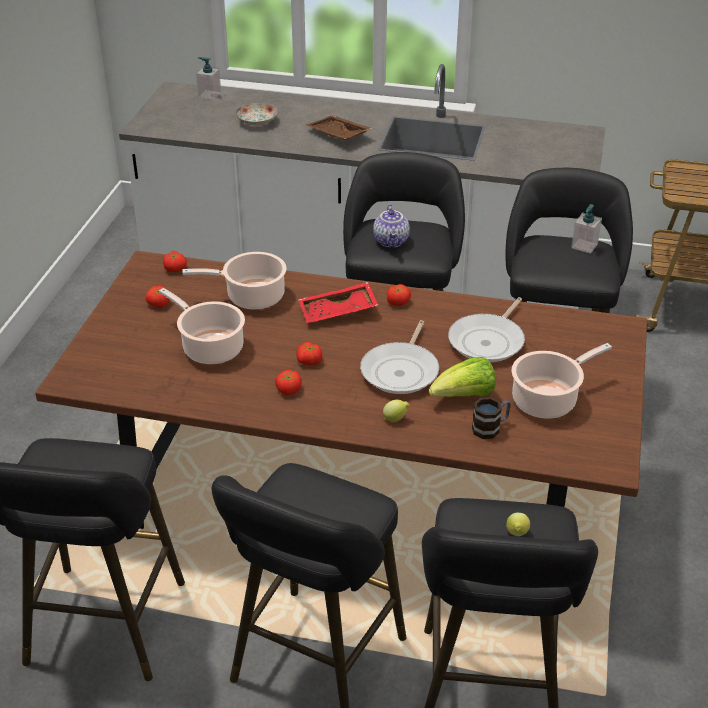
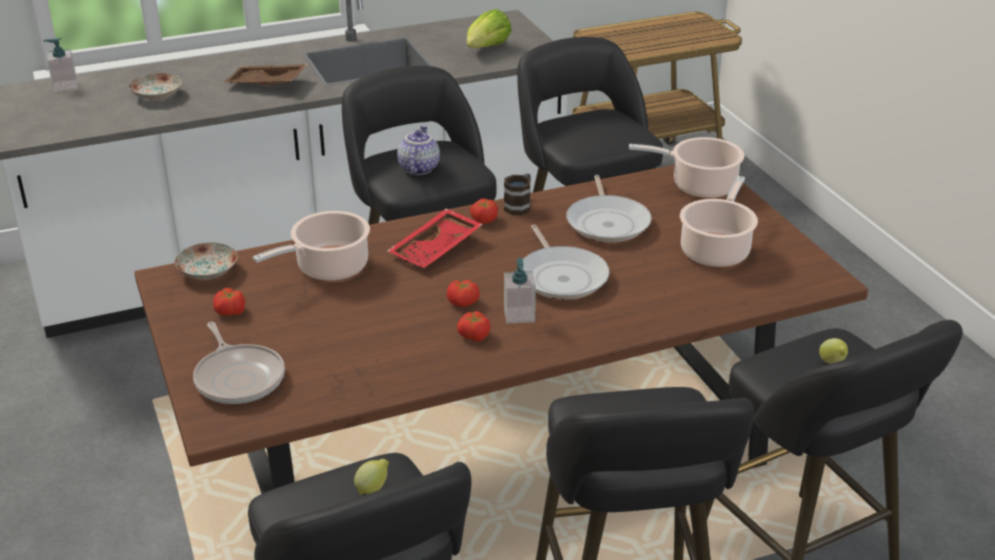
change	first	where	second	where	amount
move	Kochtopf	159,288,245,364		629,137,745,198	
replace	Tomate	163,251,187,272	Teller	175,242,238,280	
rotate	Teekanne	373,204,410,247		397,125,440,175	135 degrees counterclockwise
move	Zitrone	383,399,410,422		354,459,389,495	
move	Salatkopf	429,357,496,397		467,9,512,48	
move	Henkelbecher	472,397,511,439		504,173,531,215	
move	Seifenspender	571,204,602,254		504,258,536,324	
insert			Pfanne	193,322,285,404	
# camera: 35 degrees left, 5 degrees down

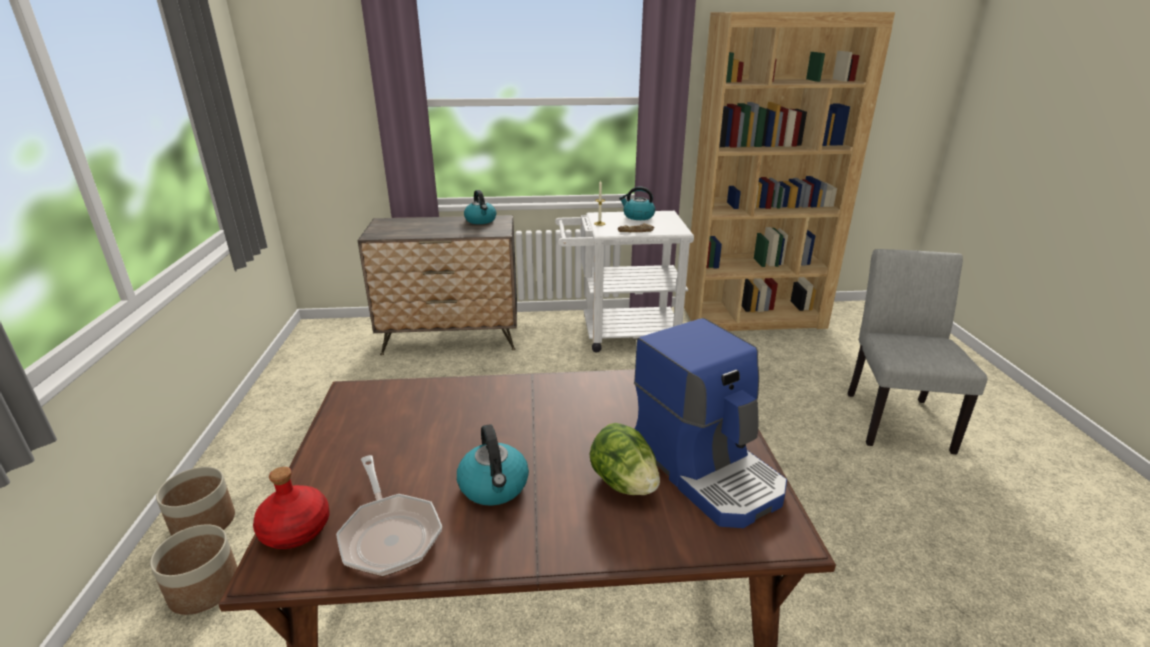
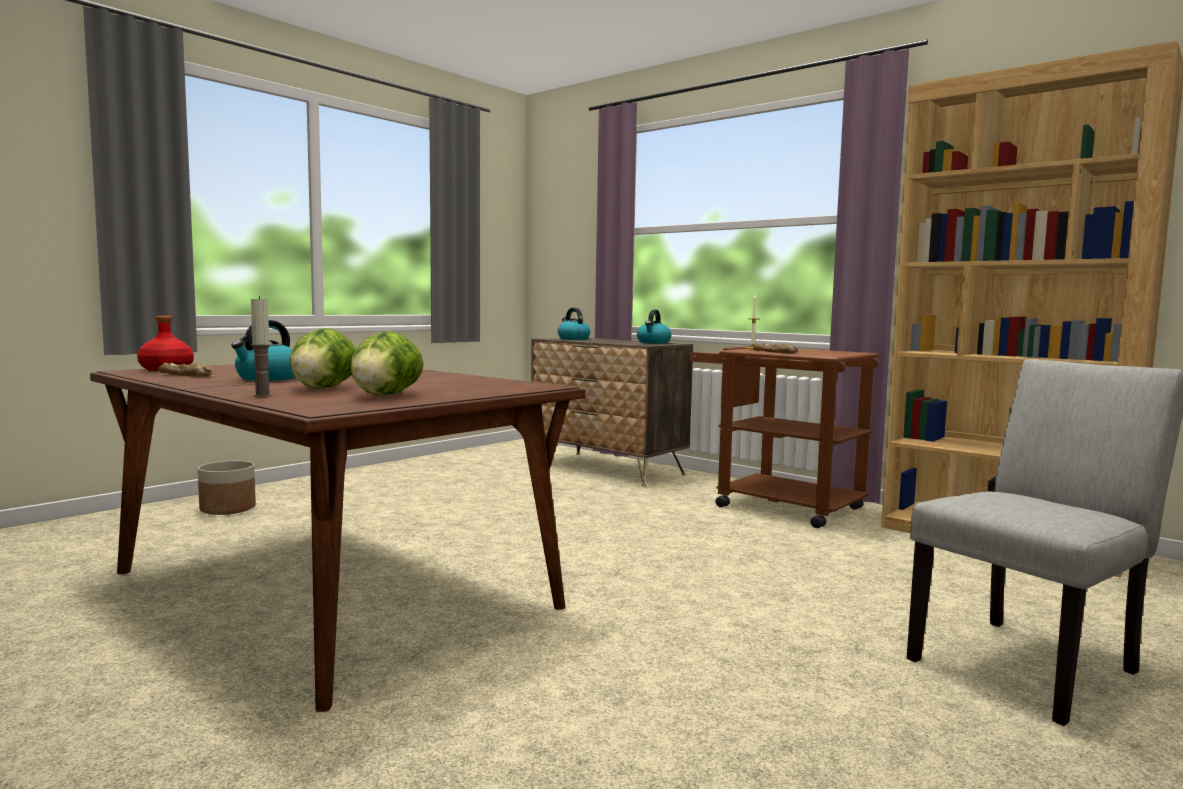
change	first	where	second	where	amount
delete	Pflanzkübel	156,467,235,536			
replace	Pfanne	336,455,442,577	Brot	158,362,213,377	
recolor	Rollwagen (weiß)	555,211,694,353	Rollwagen (braun)	689,346,879,528	
move	Wasserkessel	619,186,655,220		558,308,590,340	
replace	Kaffeemaschine	634,318,787,528	Salatkopf	350,331,424,396	
insert			Kerze	251,296,272,397	
# camera: 45 degrees right, 20 degrees down

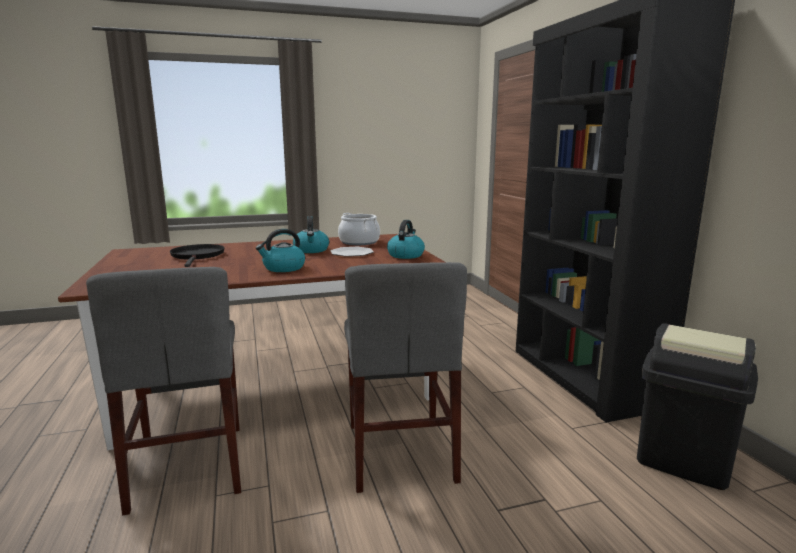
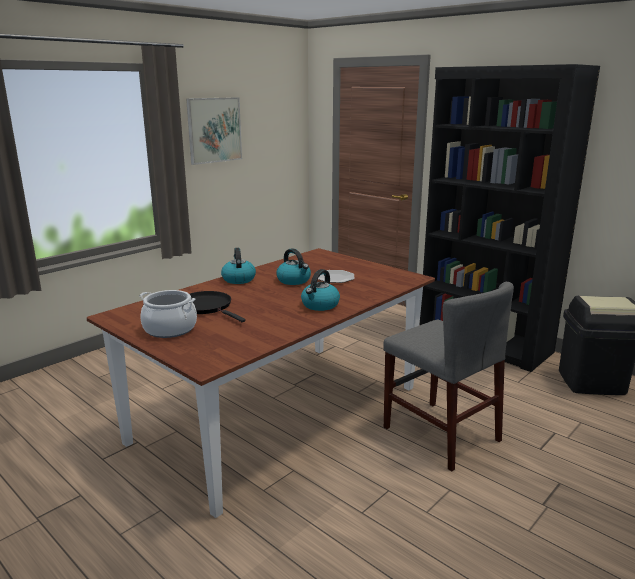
change	first	where	second	where	amount
delete	Stuhl (grau)	86,267,241,515			
move	Kochtopf	338,213,380,245		139,290,197,338	
move	Wasserkessel	387,220,425,259		221,248,256,284	
insert			Bild	186,97,242,165	
# camera: 30 degrees left, 5 degrees up

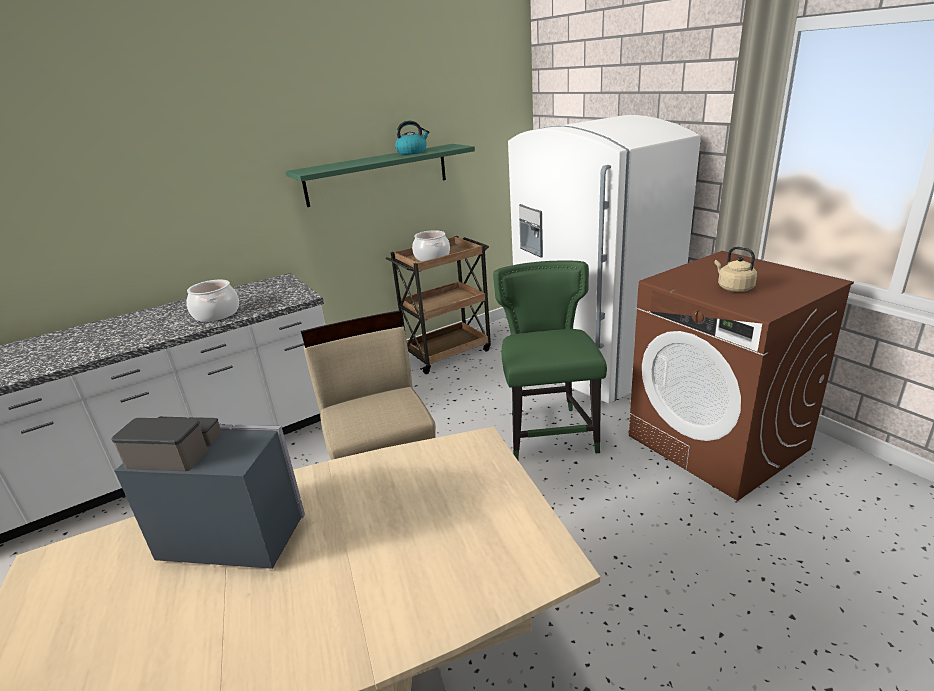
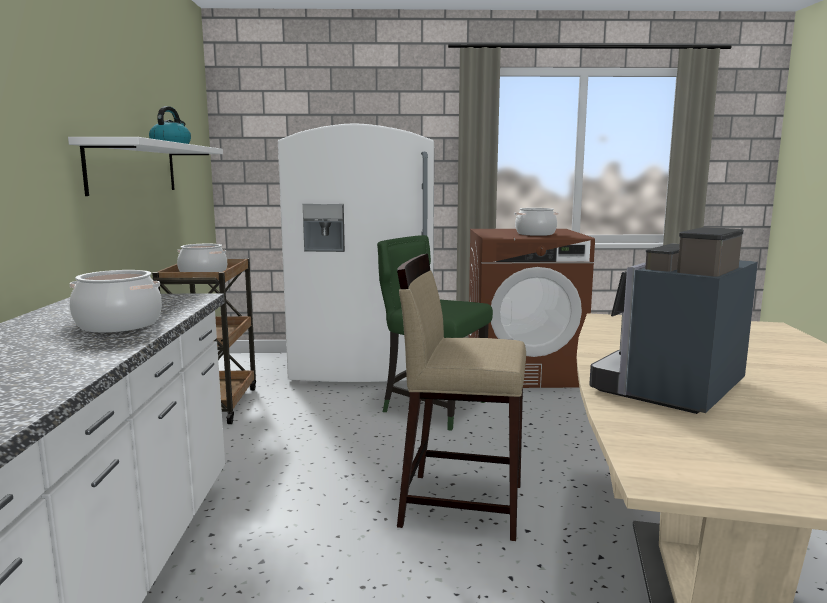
change	first	where	second	where	amount
recolor	Wandregal (grün)	285,144,475,207	Wandregal (weiß)	68,137,223,196	
replace	Wasserkessel (beige)	715,247,757,292	Kochtopf	514,208,559,236	
# camera: 60 degrees left, 15 degrees down

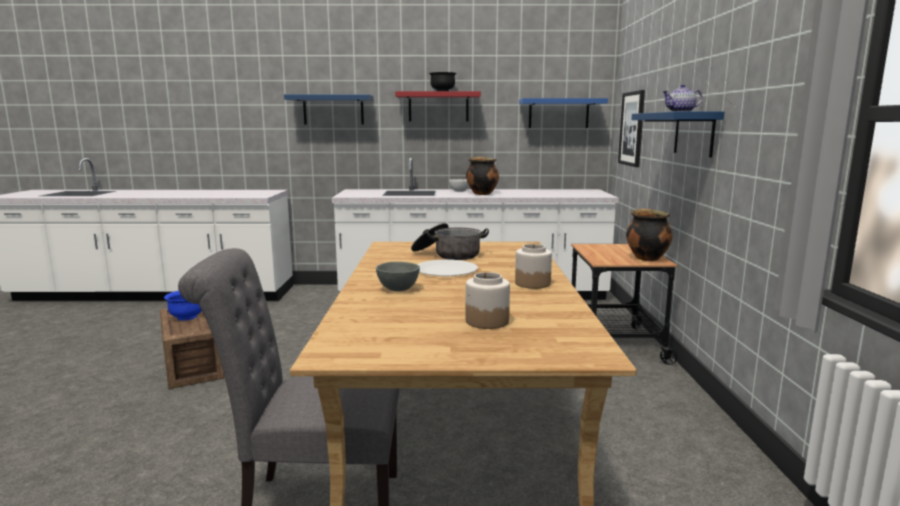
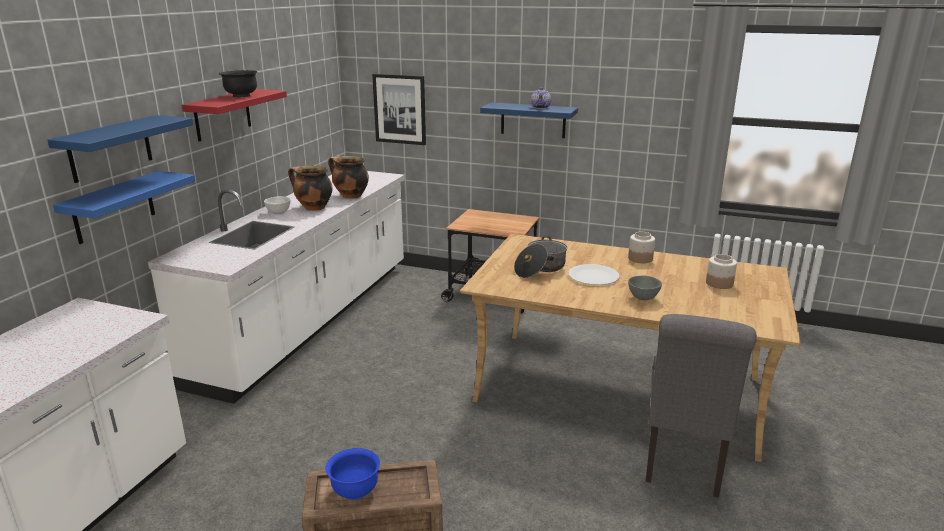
change	first	where	second	where	amount
move	Wandregal (blau)	519,98,608,128		53,171,195,244	
move	Kochtopf	626,208,672,261		328,156,369,199	
# camera: 70 degrees left, 10 degrees up

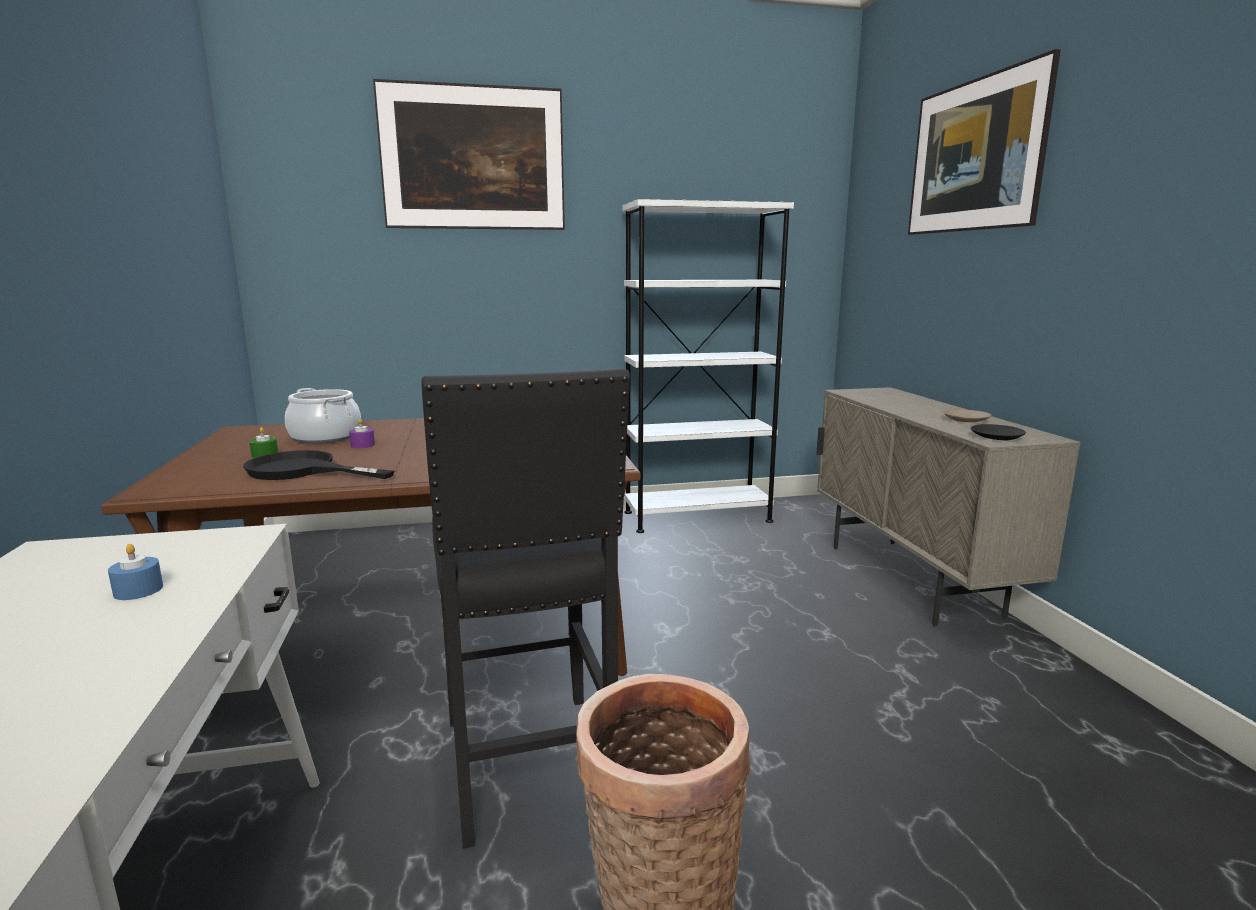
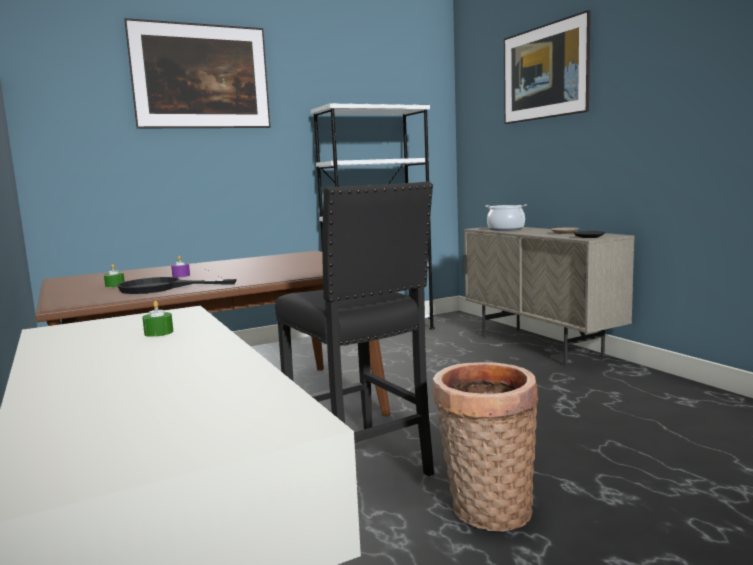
change	first	where	second	where	amount
recolor	Kerze (blau)	108,544,163,600	Kerze (grün)	142,301,173,337	
move	Kochtopf	285,388,361,444		486,204,527,231	
# camera: 15 degrees left, 5 degrees down

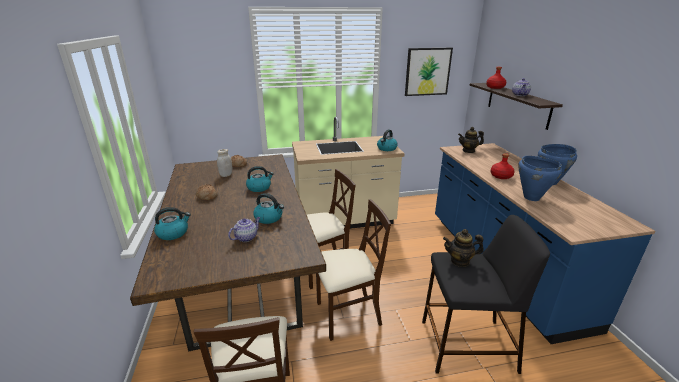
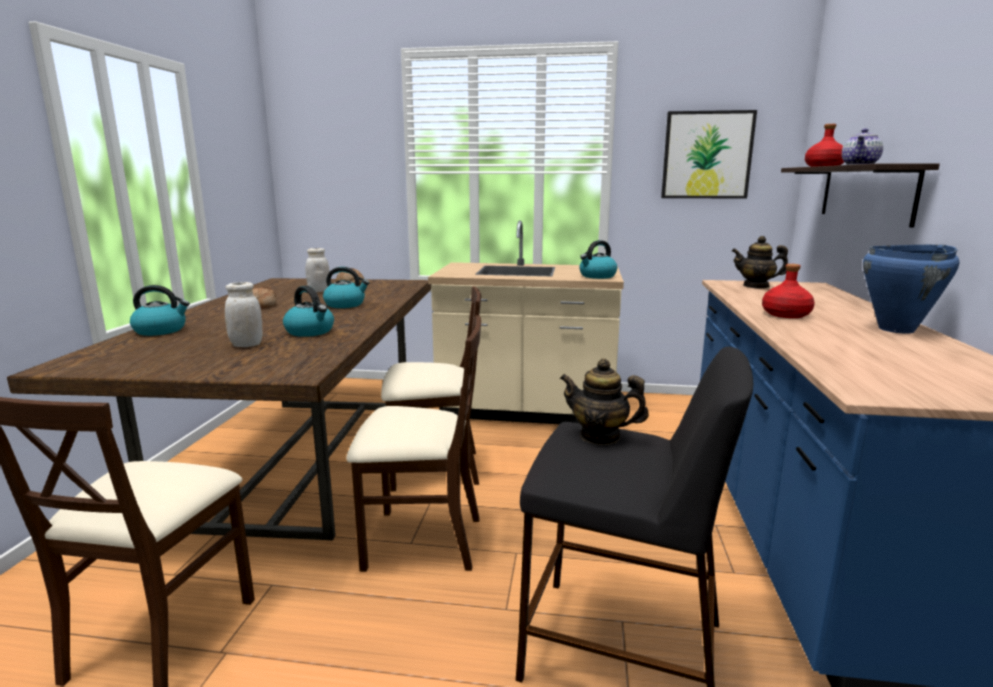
change	first	where	second	where	amount
replace	Teekanne	228,217,260,242	Vorratsglas (weiß)	225,282,263,347	
delete	Kochtopf (blau)	518,156,562,201			
# camera: 20 degrees right, 10 degrees down

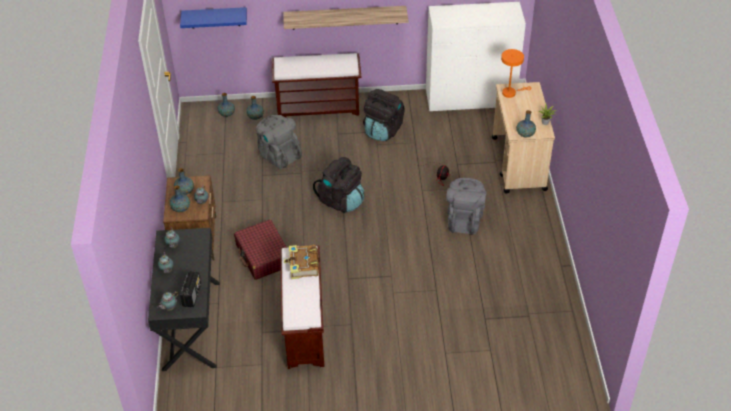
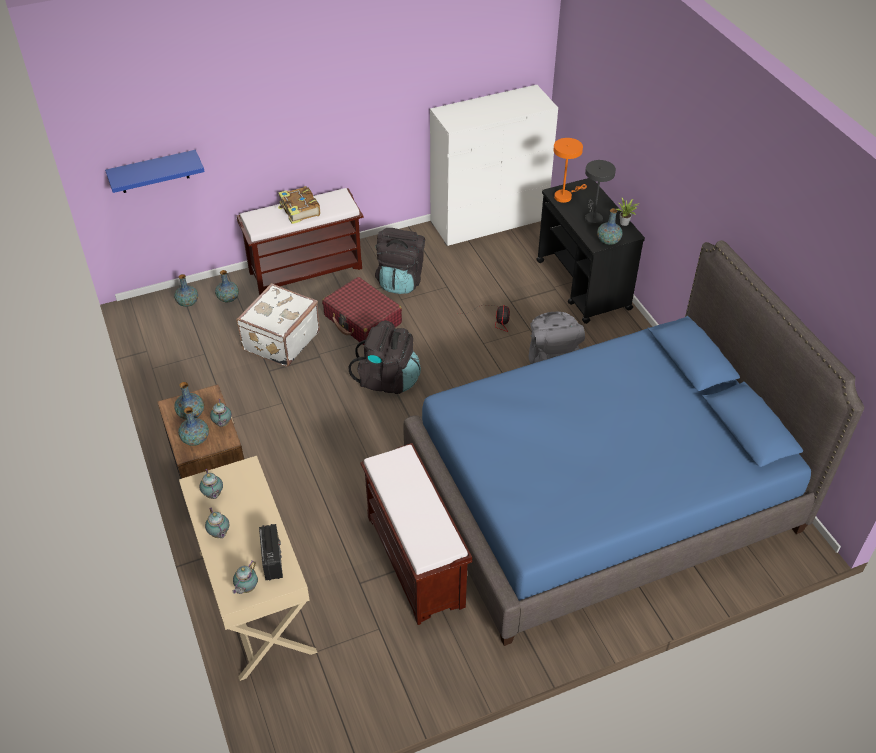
change	first	where	second	where	amount
recolor	Schreibtisch (schwarz)	148,228,220,371	Schreibtisch (beige)	179,456,318,681	
move	Koffer (rot)	234,220,287,280		322,277,402,345	
replace	Rucksack (grau)	256,115,302,169	Koffer (weiß)	236,283,320,367	
delete	Wandregal	283,6,408,30			
move	Buch	284,245,320,279		278,186,320,224	
recolor	Rollwagen (beige)	492,82,555,194	Rollwagen (schwarz)	536,178,645,324	
insert			Bett (blau)	403,240,864,646	
insert			Tischlampe (grau)	585,160,616,226	
# camera: 20 degrees left, 0 degrees up

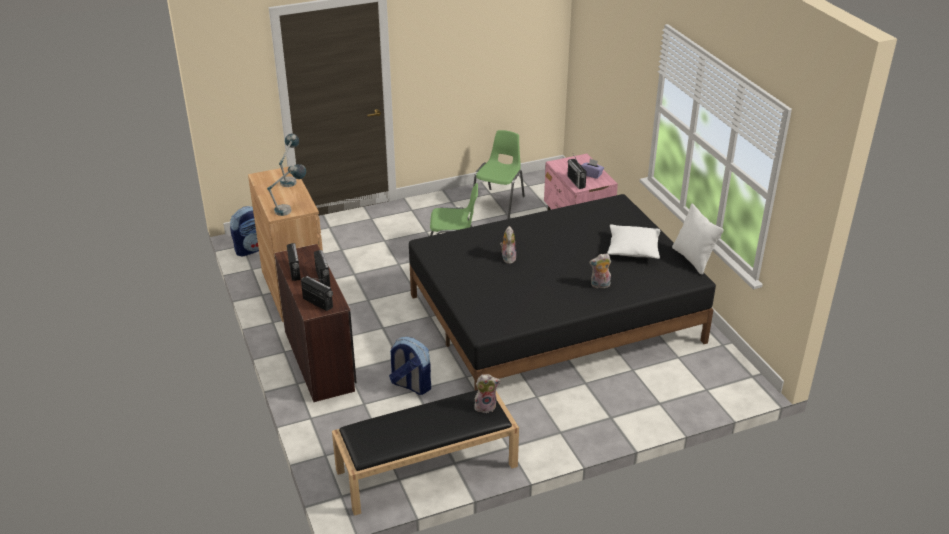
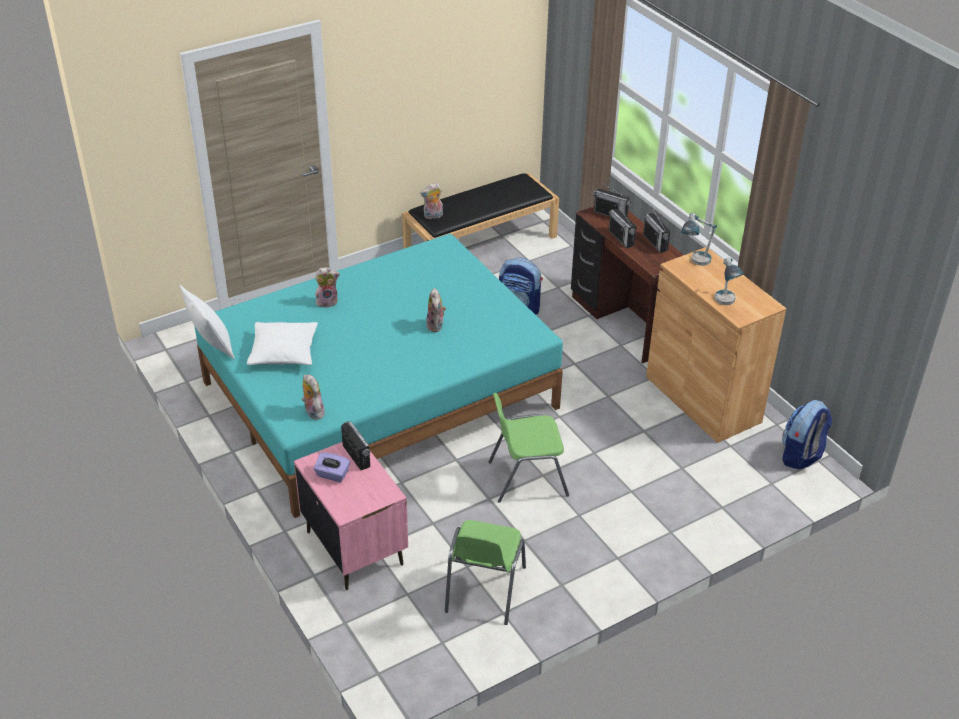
change	first	where	second	where	amount
recolor	Bett (schwarz)	409,194,716,391	Bett (türkis)	195,234,563,518	
insert			Plüschtier	302,374,325,420	
# camera: 170 degrees right, 5 degrees up

